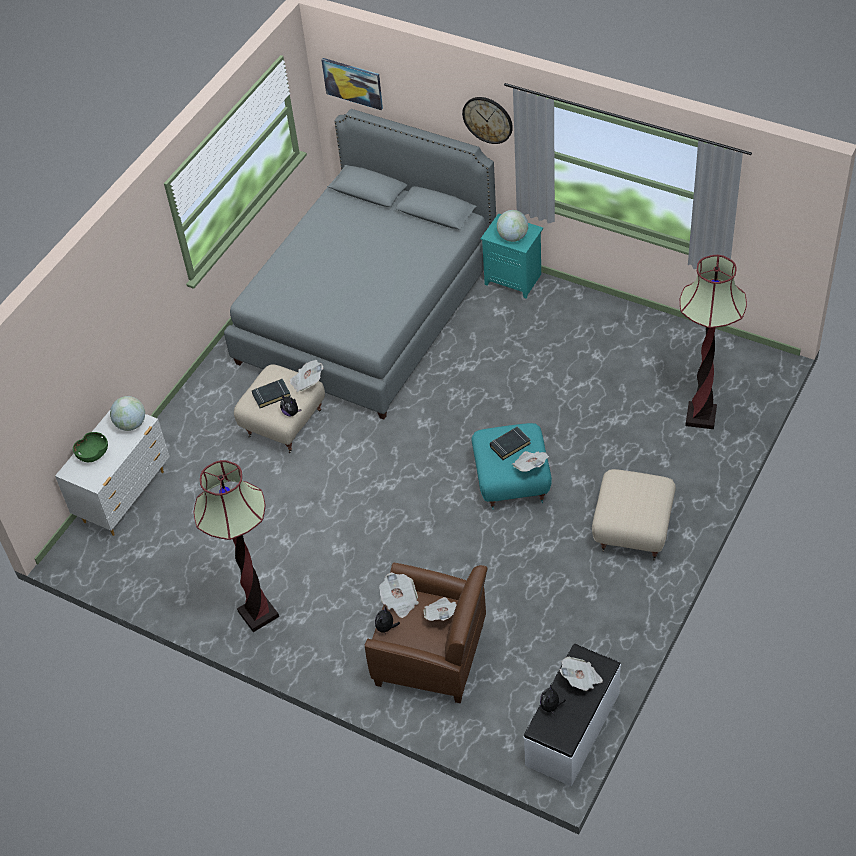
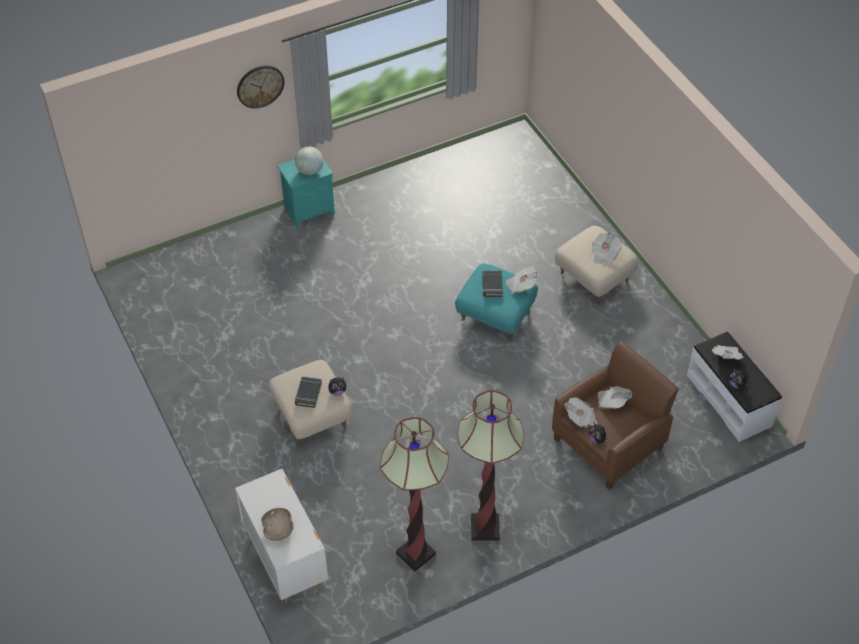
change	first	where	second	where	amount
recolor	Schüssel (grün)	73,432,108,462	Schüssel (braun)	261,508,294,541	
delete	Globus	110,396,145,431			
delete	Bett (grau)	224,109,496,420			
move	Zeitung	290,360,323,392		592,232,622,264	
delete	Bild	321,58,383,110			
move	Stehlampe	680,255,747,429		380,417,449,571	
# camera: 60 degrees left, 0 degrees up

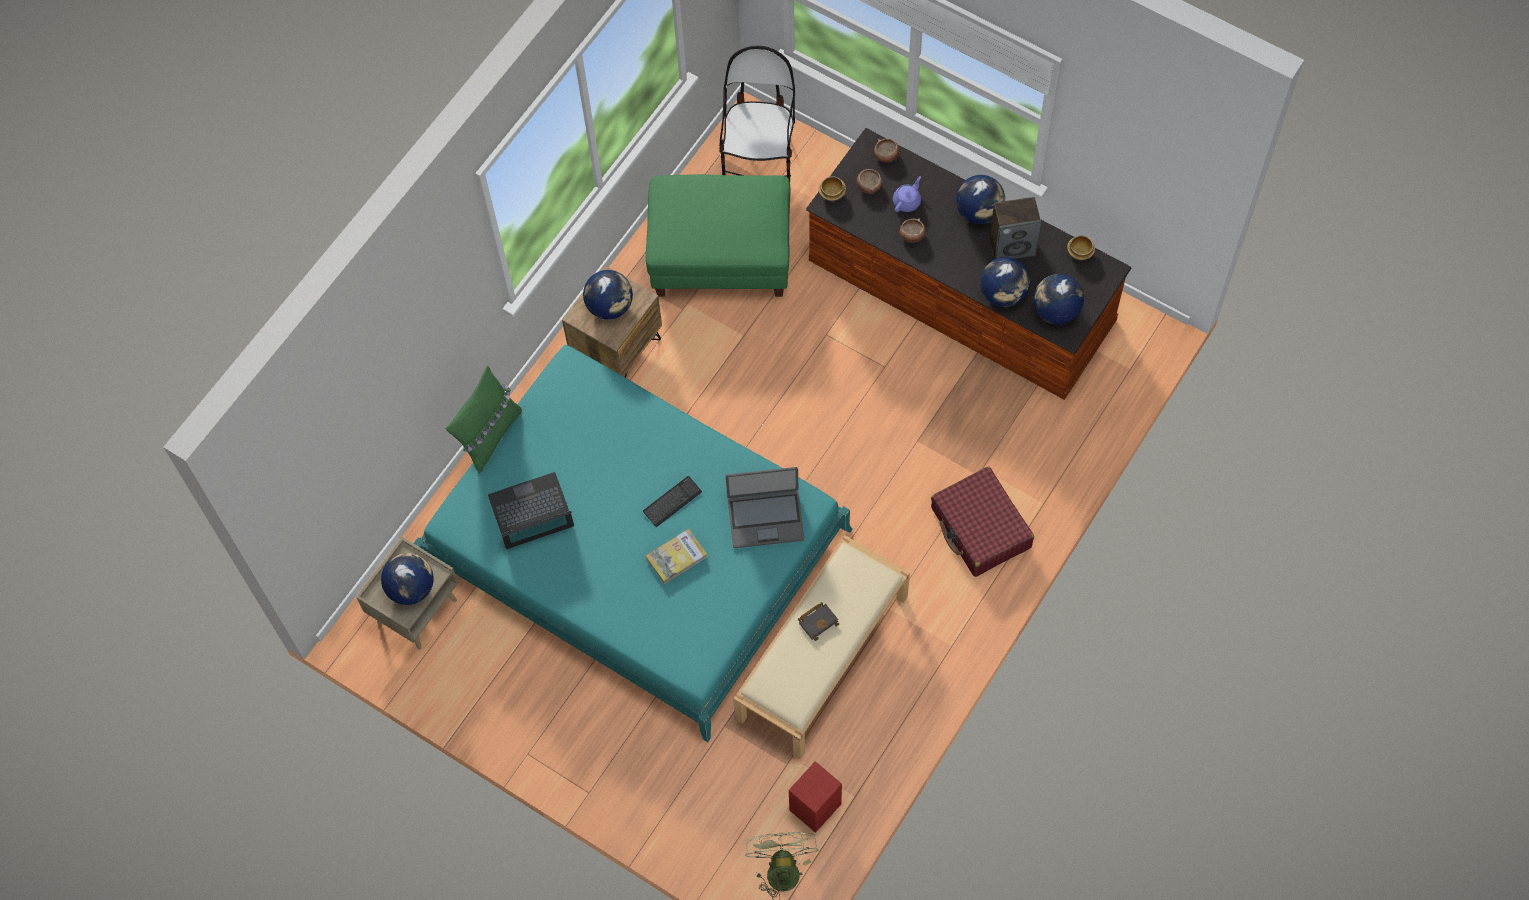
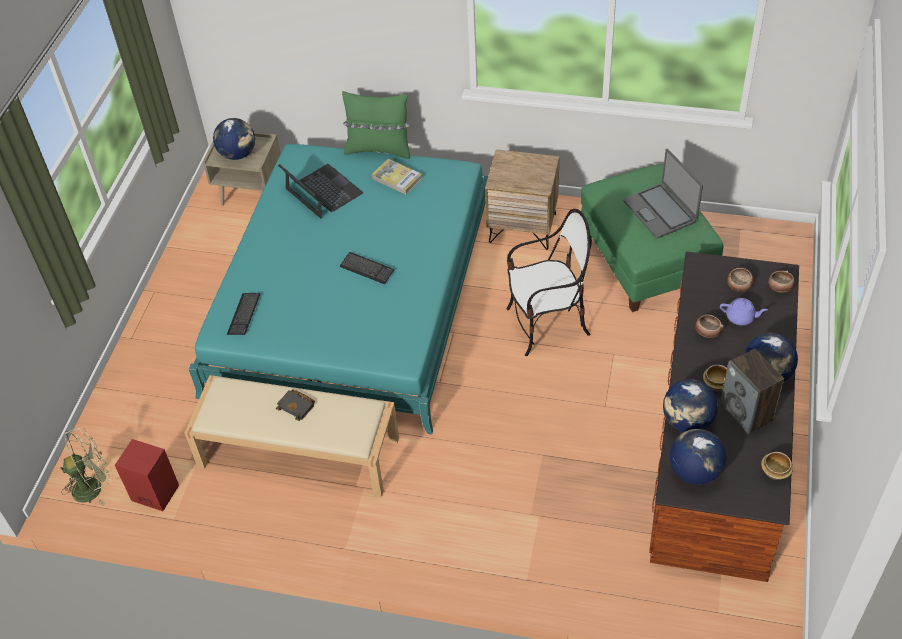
change	first	where	second	where	amount
delete	Globus	583,270,633,320			
move	Buch	646,529,707,584		371,159,422,194	
move	Stuhl	719,46,795,181		507,209,592,356	
move	Laptop	726,467,804,548		623,149,703,239	
move	Schüssel	819,176,846,201		703,365,727,391	
delete	Koffer (rot)	931,467,1034,577			
insert			Tastatur	227,293,260,335	
# camera: 70 degrees right, 15 degrees down

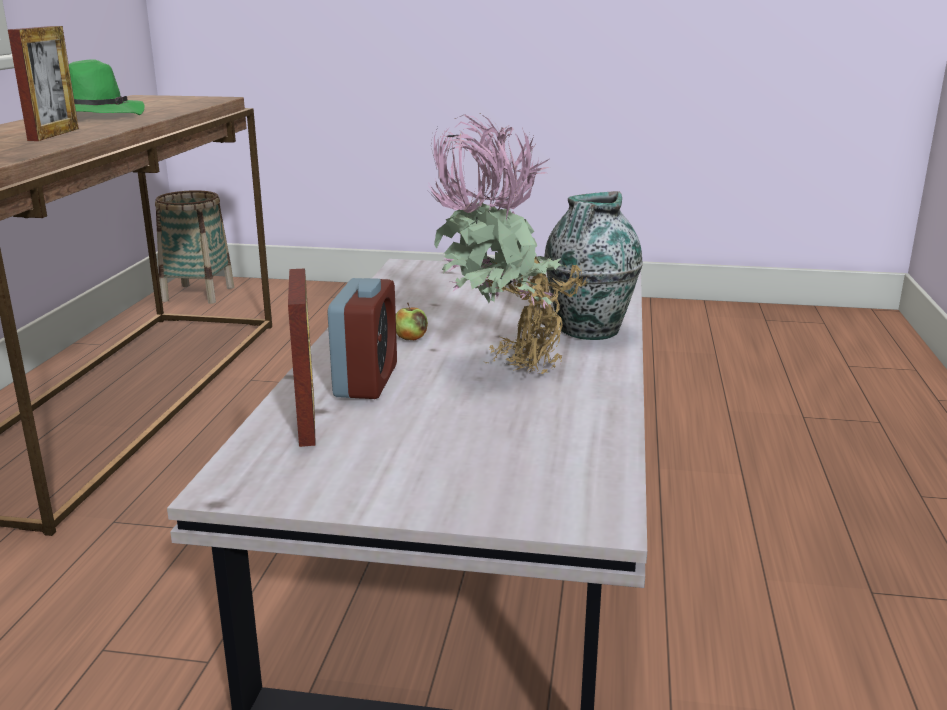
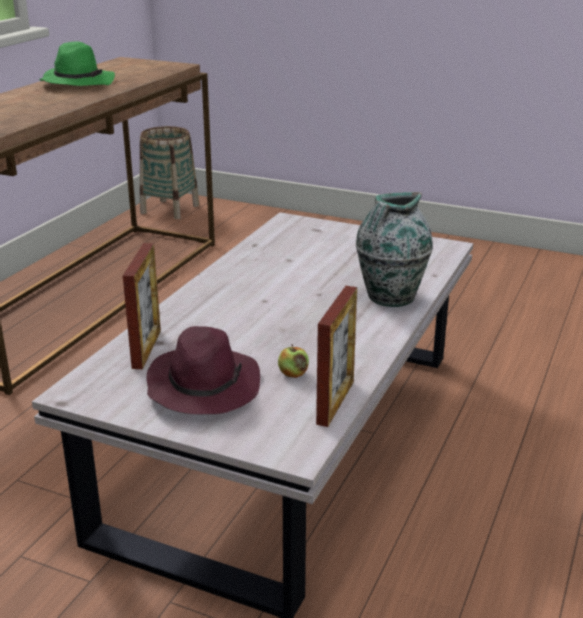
change	first	where	second	where	amount
move	Bilderrahmen	8,26,79,141		316,286,357,427	
delete	Wecker	328,278,397,399			
move	Apfel	396,303,428,340		278,344,309,378	
delete	Topfpflanze	424,114,588,374			
insert			Hut (lila)	146,326,260,414	
# camera: 15 degrees right, 5 degrees up

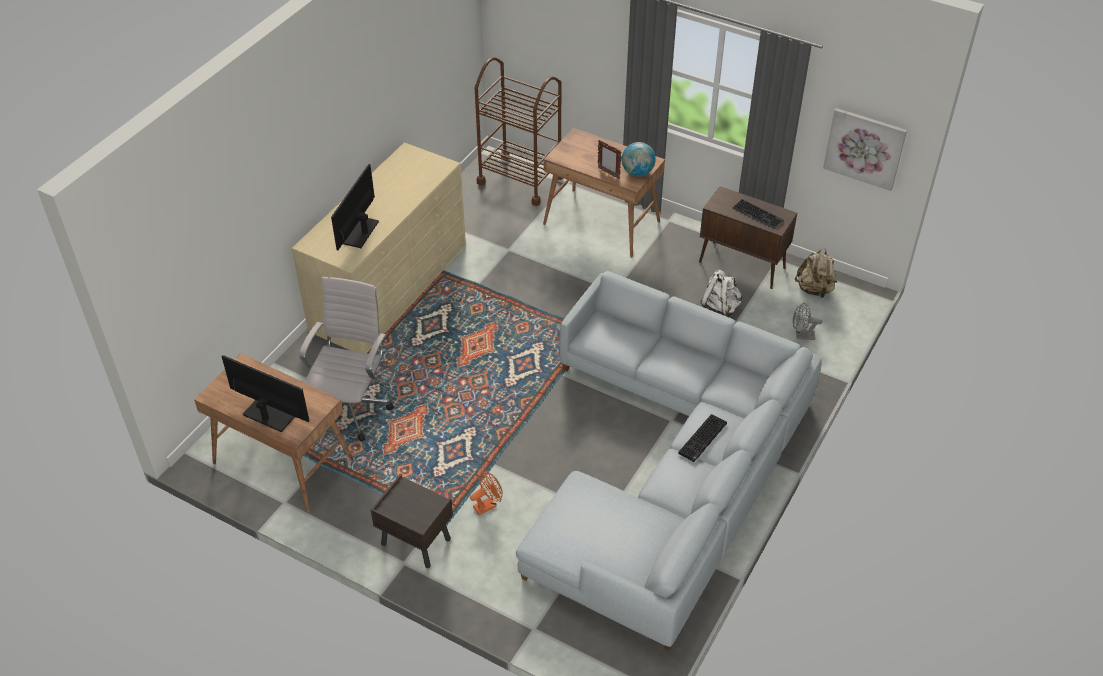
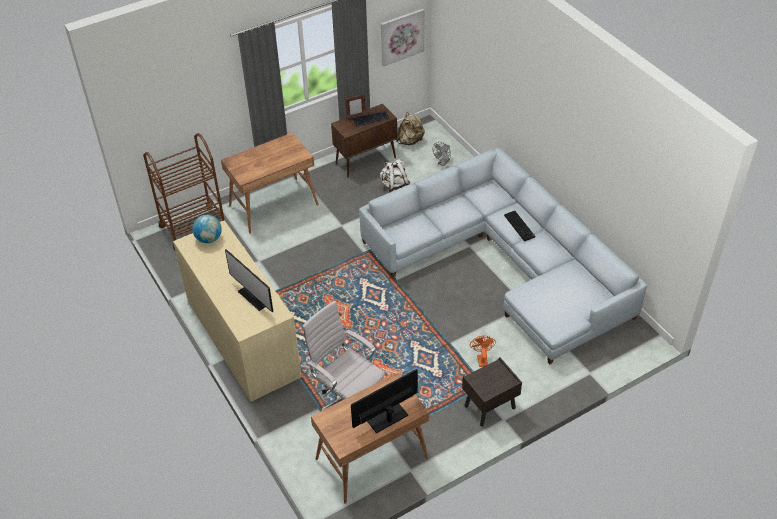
change	first	where	second	where	amount
move	Bilderrahmen	598,140,621,179		345,94,366,119	
move	Globus	622,142,656,176		192,215,222,243	
# camera: 60 degrees left, 0 degrees up

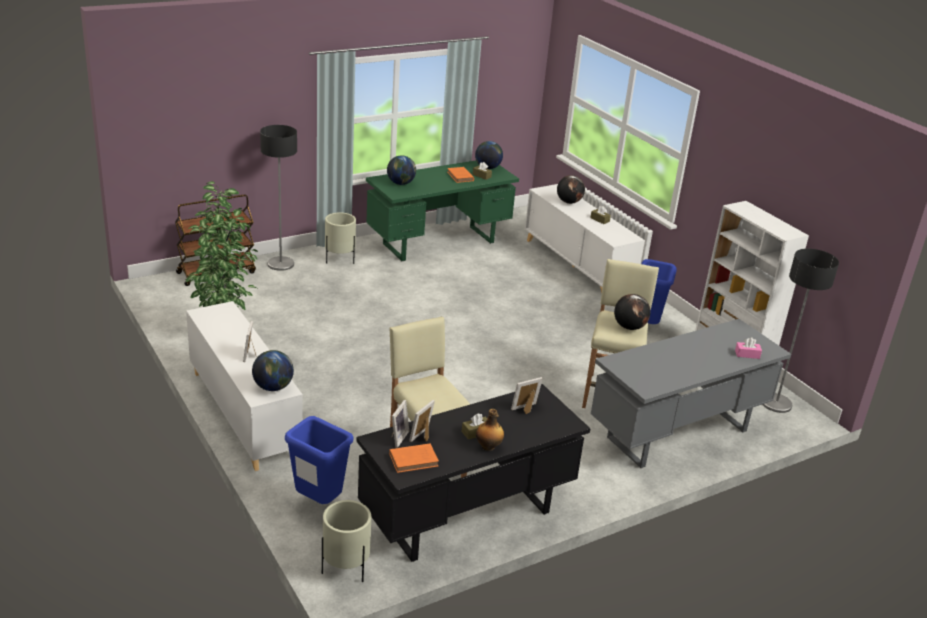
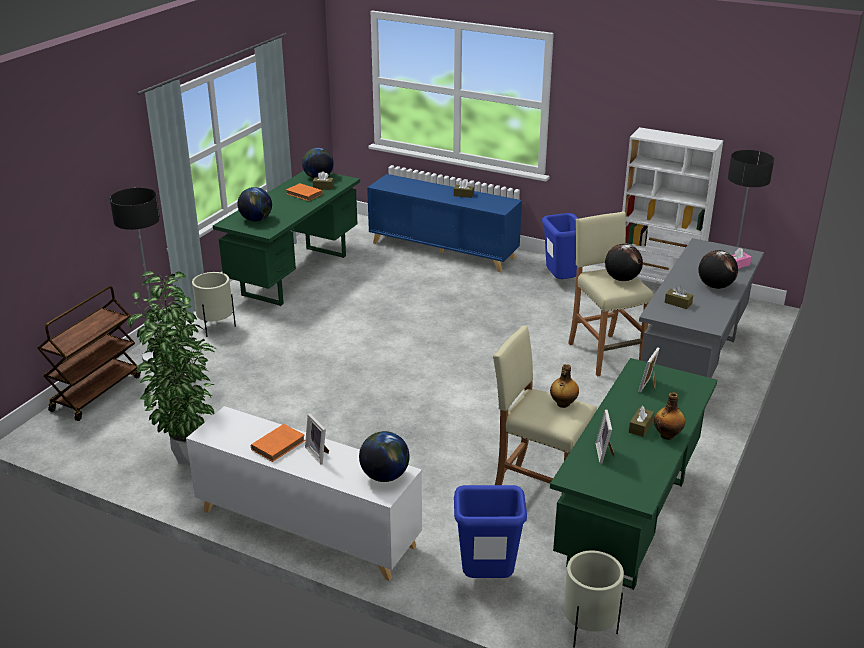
change	first	where	second	where	amount
recolor	Schreibtisch (schwarz)	356,384,591,562	Schreibtisch (grün)	550,358,717,590	
move	Buch (orange)	389,443,439,473		251,424,305,462	
delete	Bilderrahmen	392,400,409,448			
recolor	Schrank (weiß)	525,184,645,293	Schrank (blau)	367,174,522,272	
move	Globus	557,175,585,204		699,250,738,289	
insert			Flasche	550,364,579,408	
insert			Taschentuchbox (braun)	665,286,693,309	
# camera: 30 degrees left, 0 degrees up

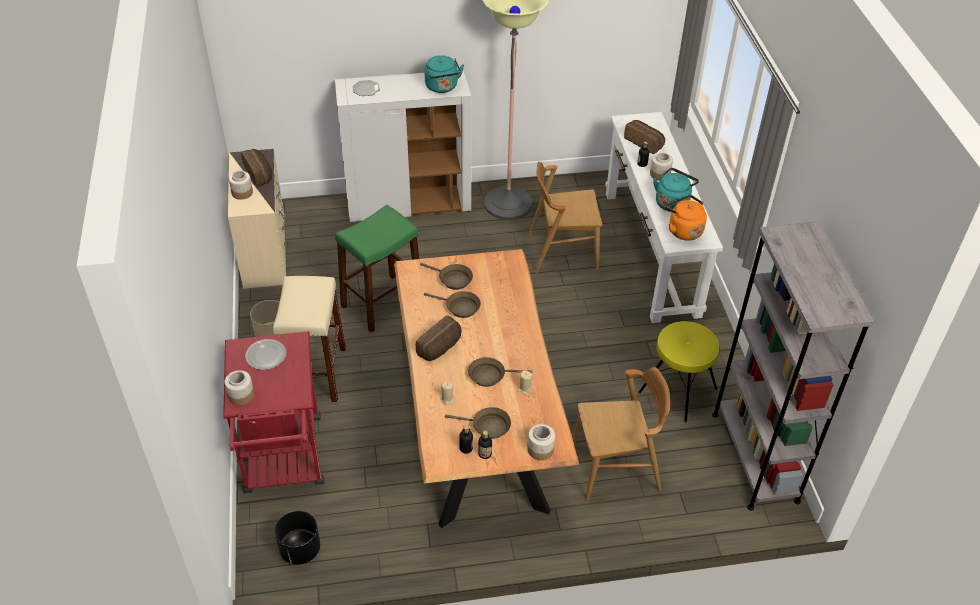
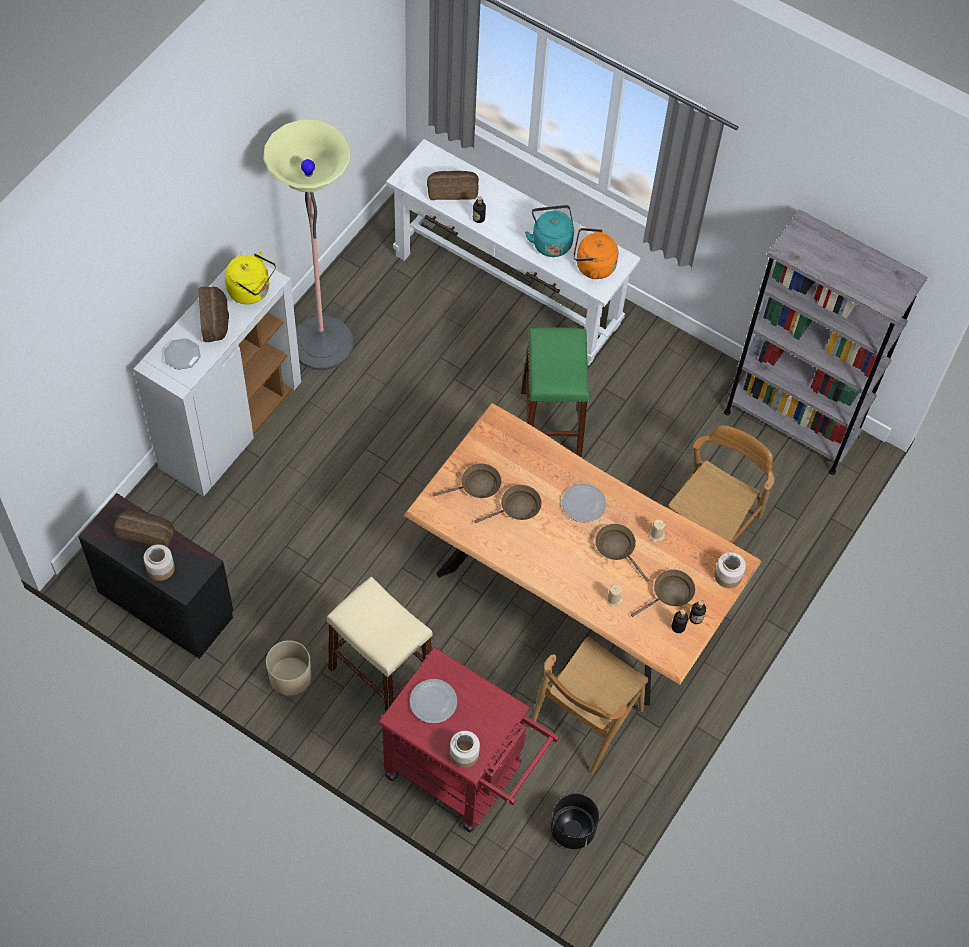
change	first	where	second	where	amount
recolor	Kommode (beige)	228,149,288,289	Kommode (schwarz)	78,493,233,659	
move	Hocker (grün)	335,205,419,333		521,327,589,458	
move	Brot	416,315,461,361		199,286,229,342	
recolor	Wasserkessel (türkis)	424,55,464,93	Wasserkessel (gelb)	225,251,276,304	
rotate	Pfanne (braun)	468,357,533,387		595,524,649,582	105 degrees clockwise
move	Stuhl (braun)	529,162,603,273		529,636,648,774	
delete	Hocker (gelb)	638,321,719,422			
delete	Vorratsglas	650,153,673,181			
insert			Teller	562,483,606,523	
# camera: 50 degrees left, 15 degrees up

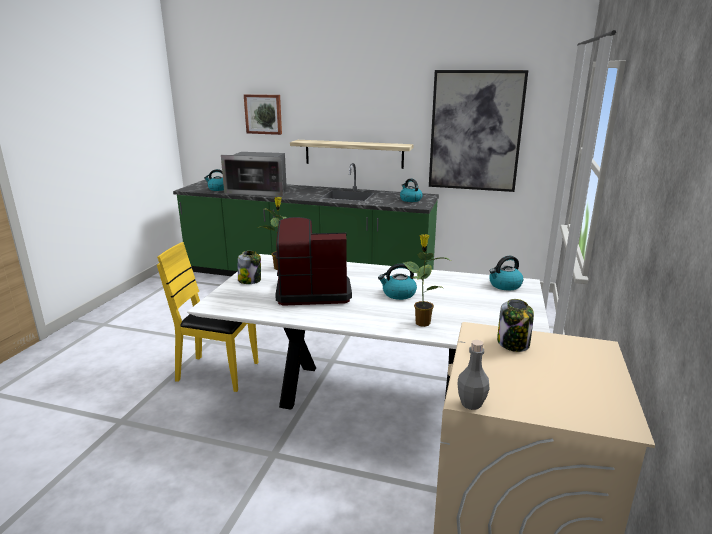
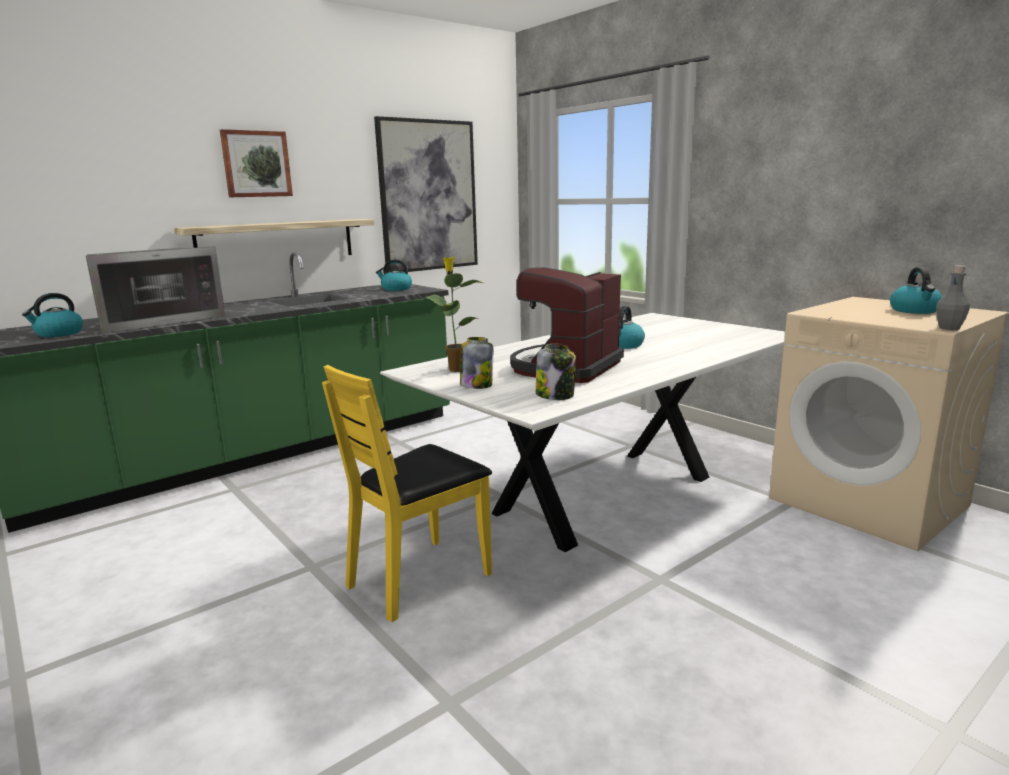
change	first	where	second	where	amount
move	Bild	244,94,282,135		220,129,293,197	
delete	Topfpflanze	403,234,451,327			
move	Wasserkessel	489,256,523,291		890,267,942,314	
move	Vorratsglas	497,299,534,352		536,344,576,400	
# camera: 55 degrees left, 5 degrees down

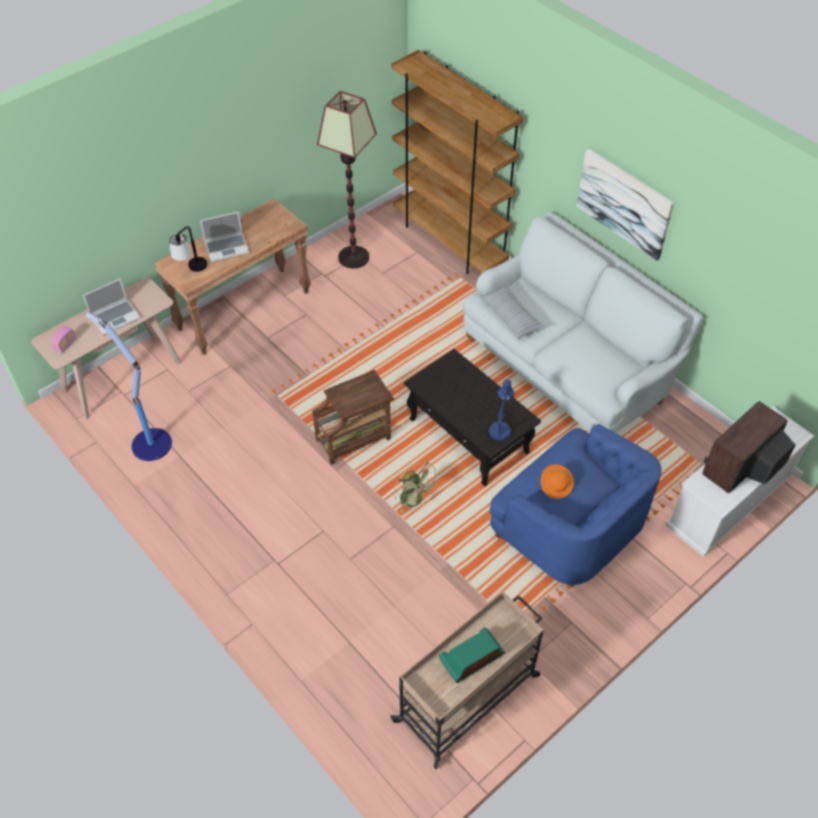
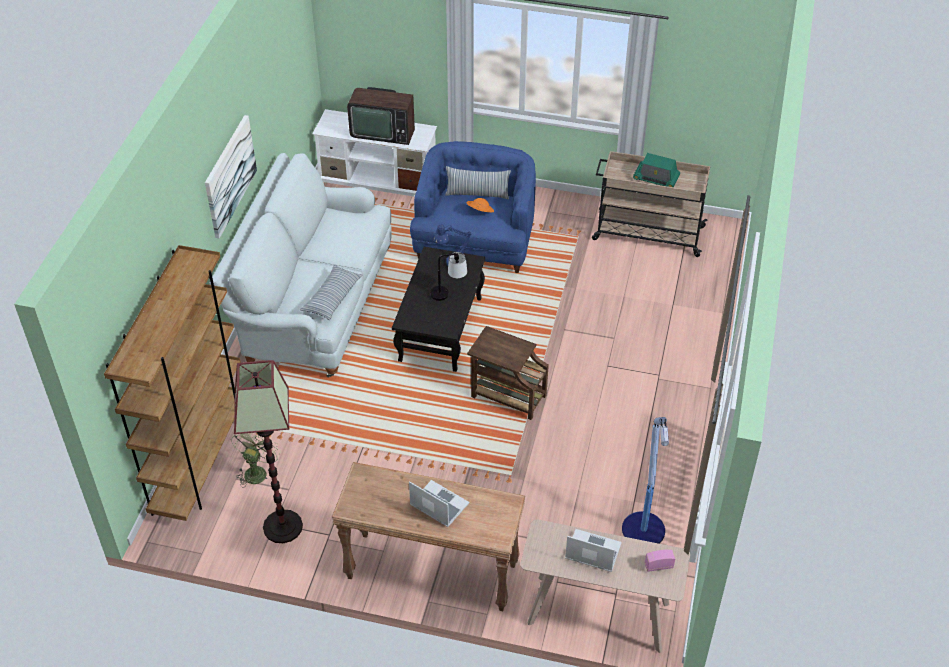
change	first	where	second	where	amount
move	Tischlampe	169,226,207,272		430,252,467,301	
move	Ventilator (grün)	394,462,440,514		231,433,281,488	
insert			Kissen	445,166,511,199	
# camera: 125 degrees left, 5 degrees down

